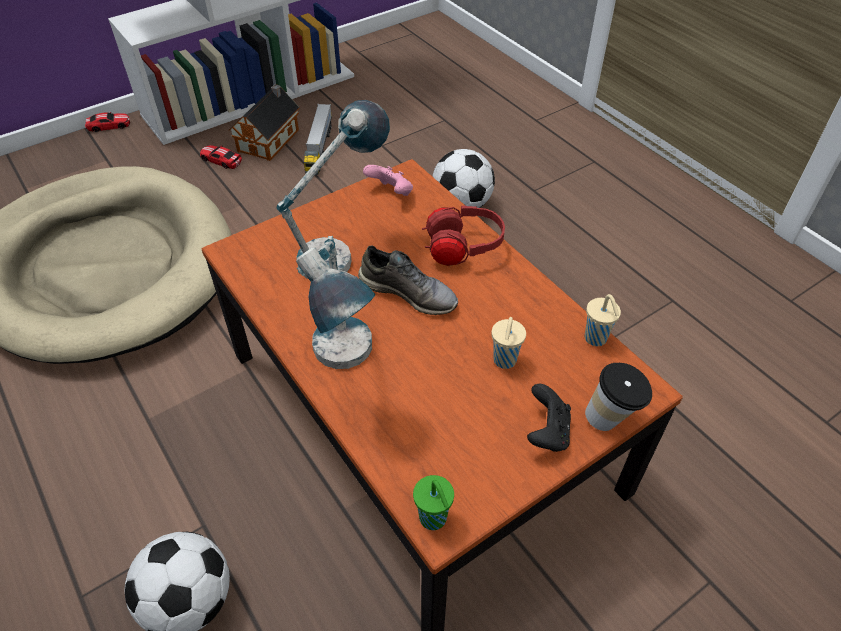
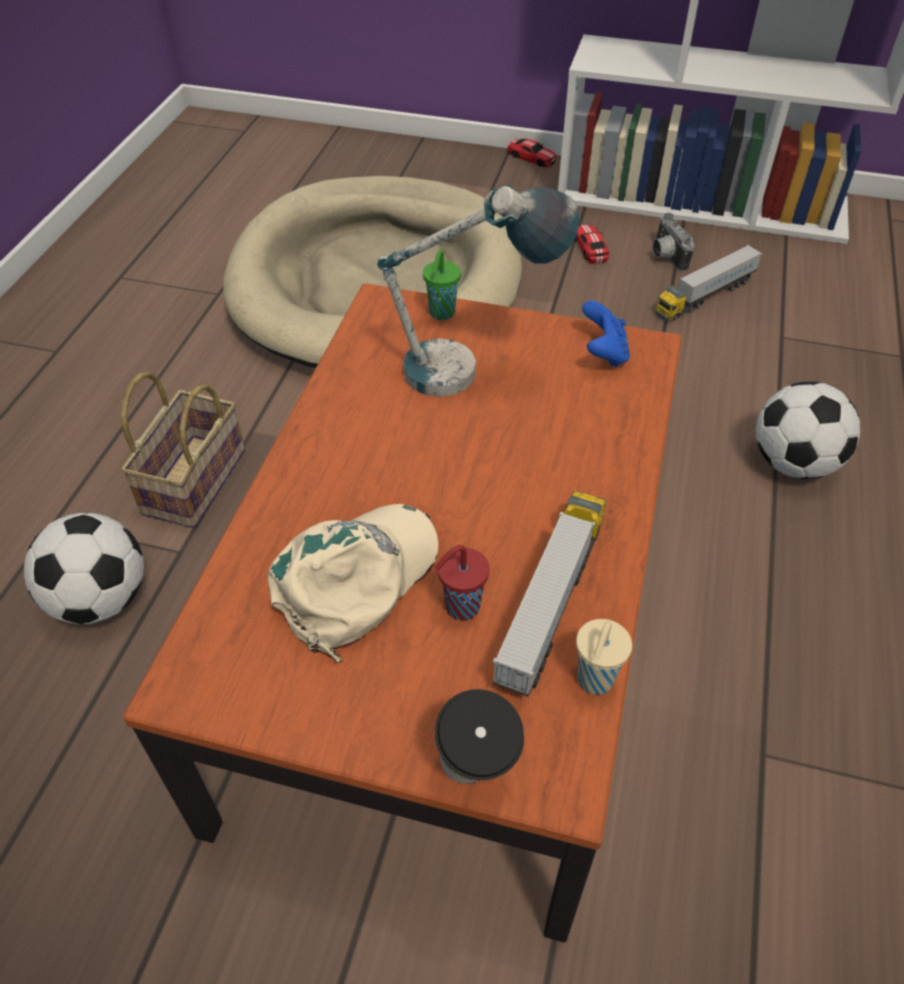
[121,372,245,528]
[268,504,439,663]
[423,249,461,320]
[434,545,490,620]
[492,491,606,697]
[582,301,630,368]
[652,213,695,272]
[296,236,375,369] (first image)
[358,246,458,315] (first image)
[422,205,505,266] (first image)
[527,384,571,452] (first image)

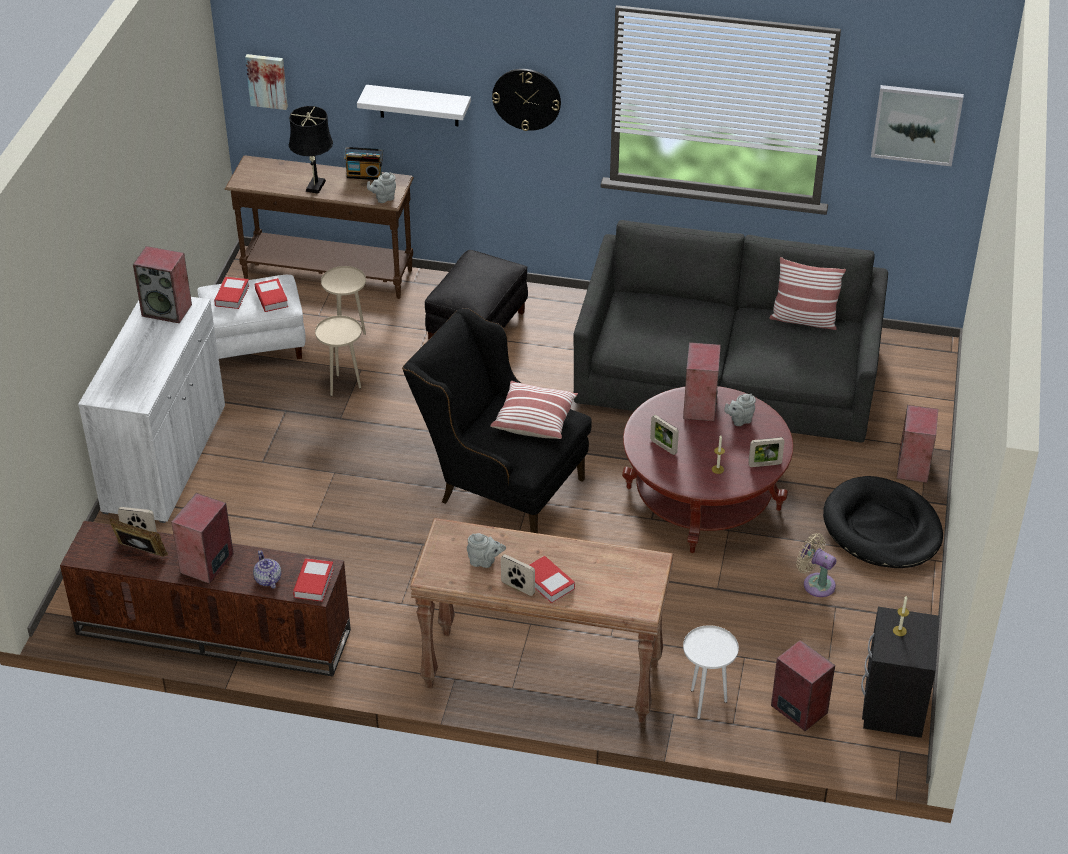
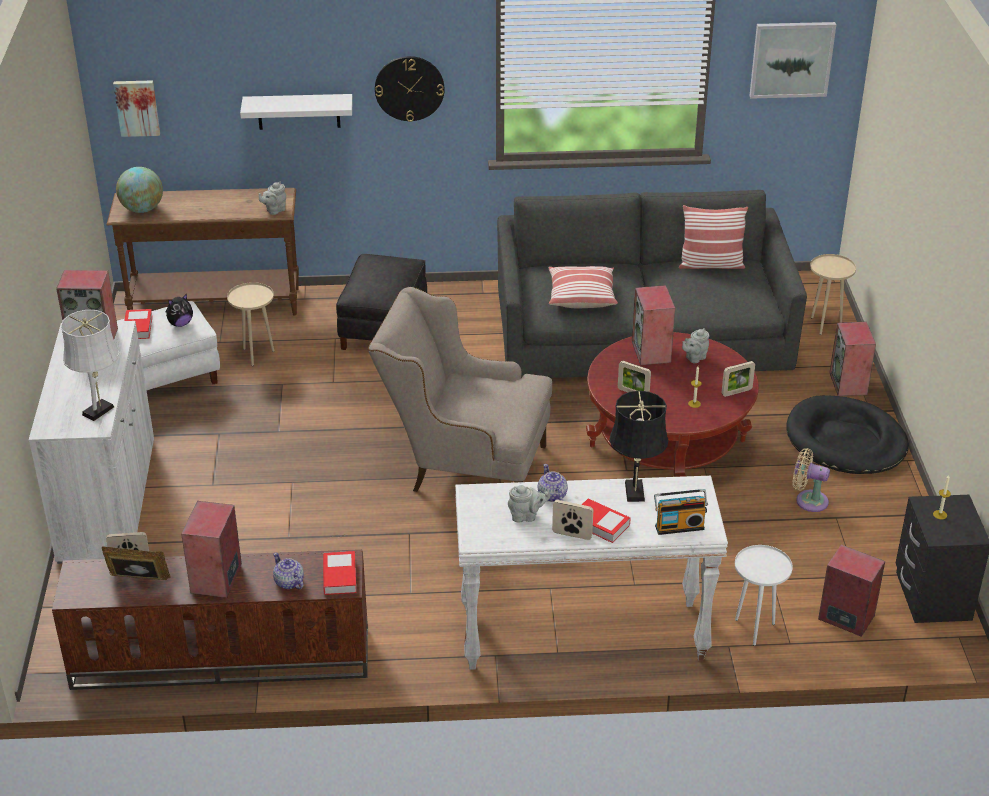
[61,310,120,421]
[116,167,163,213]
[166,294,193,327]
[368,287,552,492]
[455,476,728,670]
[537,464,568,502]
[549,266,618,309]
[609,391,668,502]
[654,489,708,535]
[810,254,856,335]

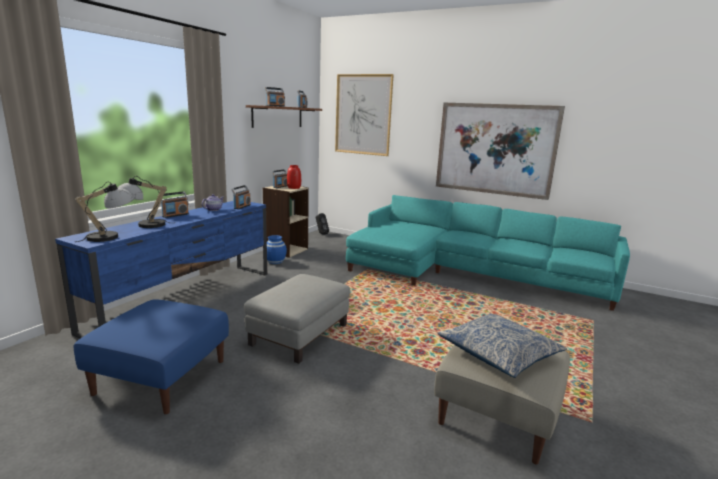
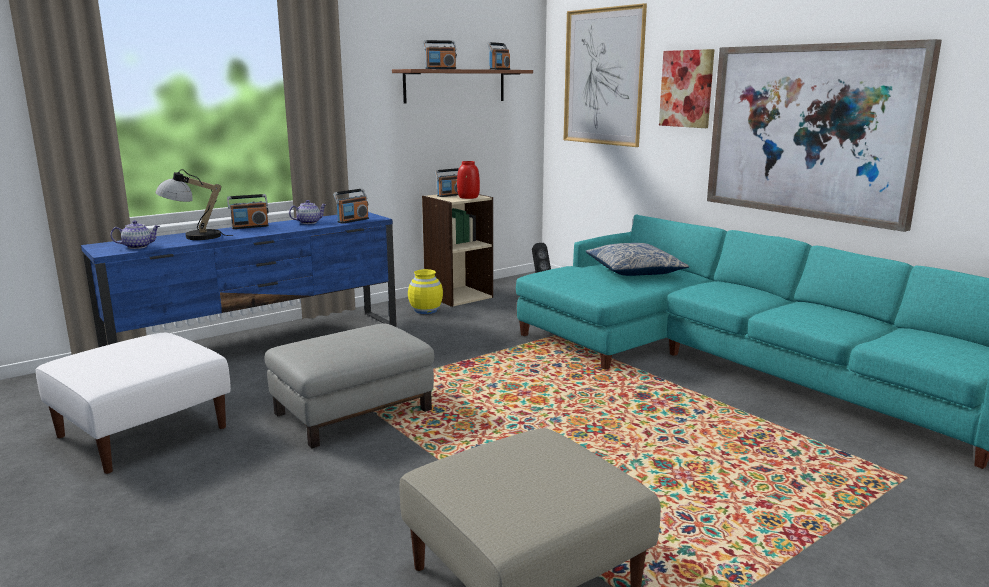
[36,332,231,474]
[110,220,160,249]
[408,269,443,314]
[585,243,689,276]
[659,49,714,128]

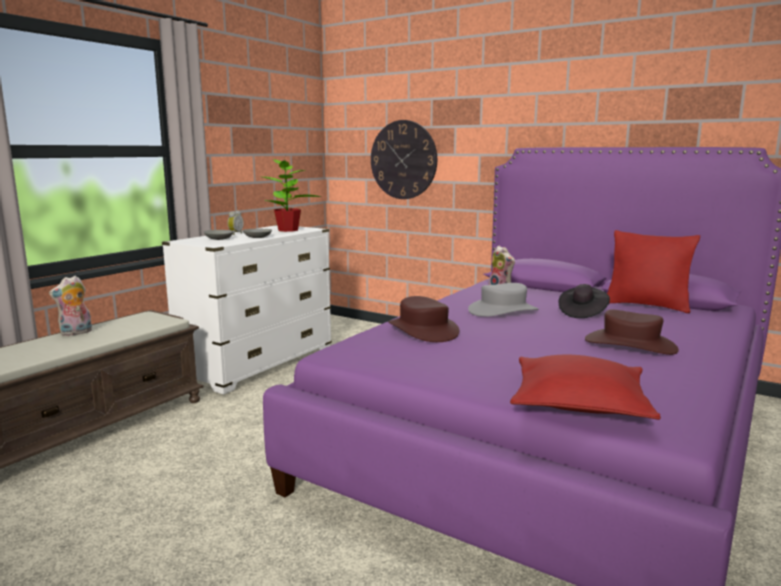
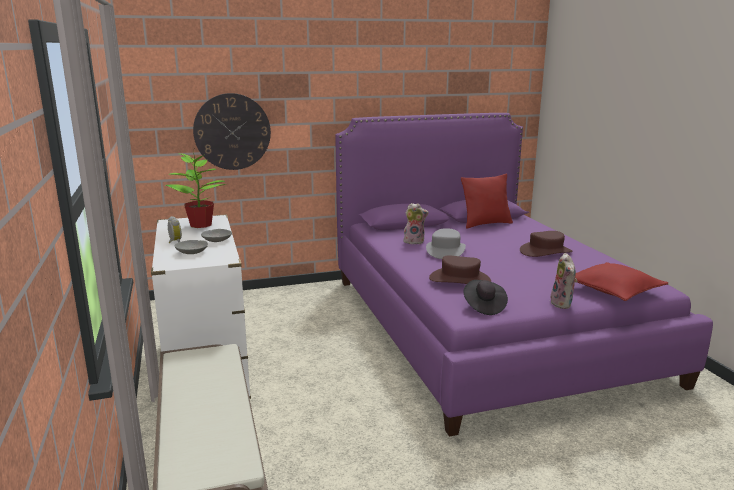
[463,280,508,315]
[551,253,577,309]

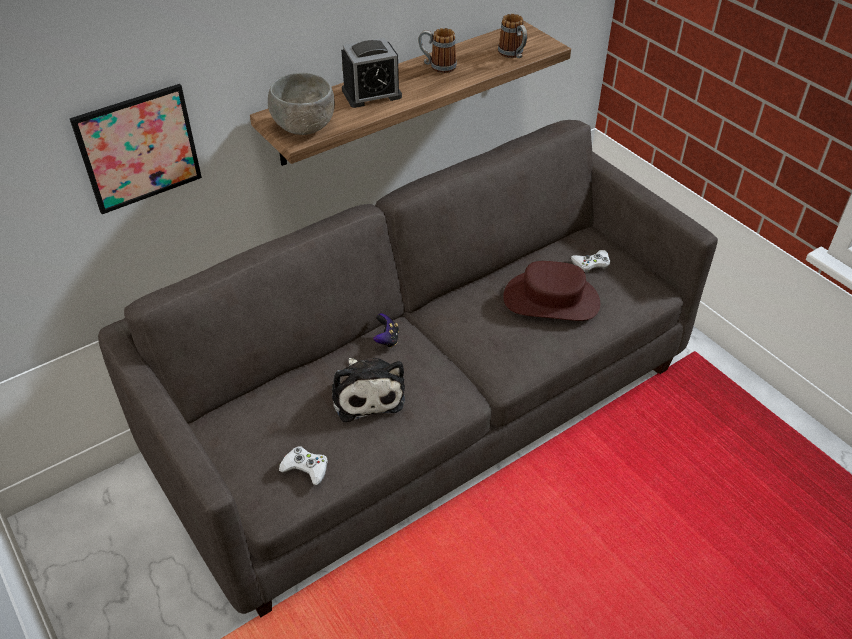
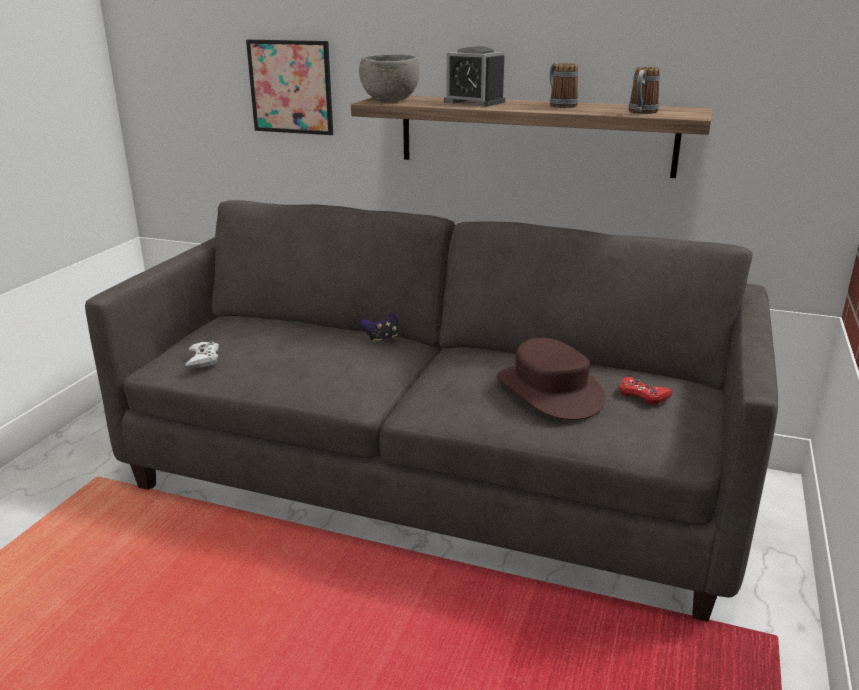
[619,377,672,405]
[332,358,405,422] (first image)

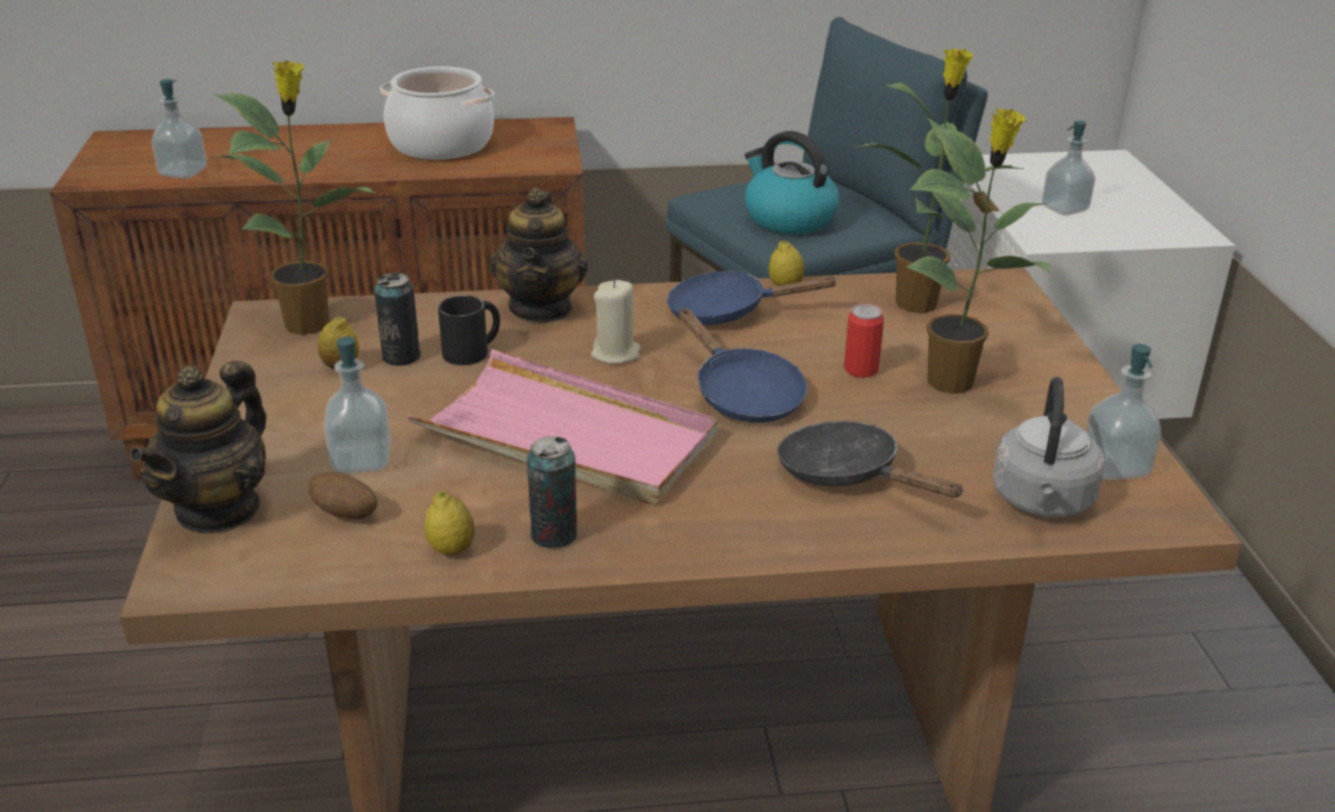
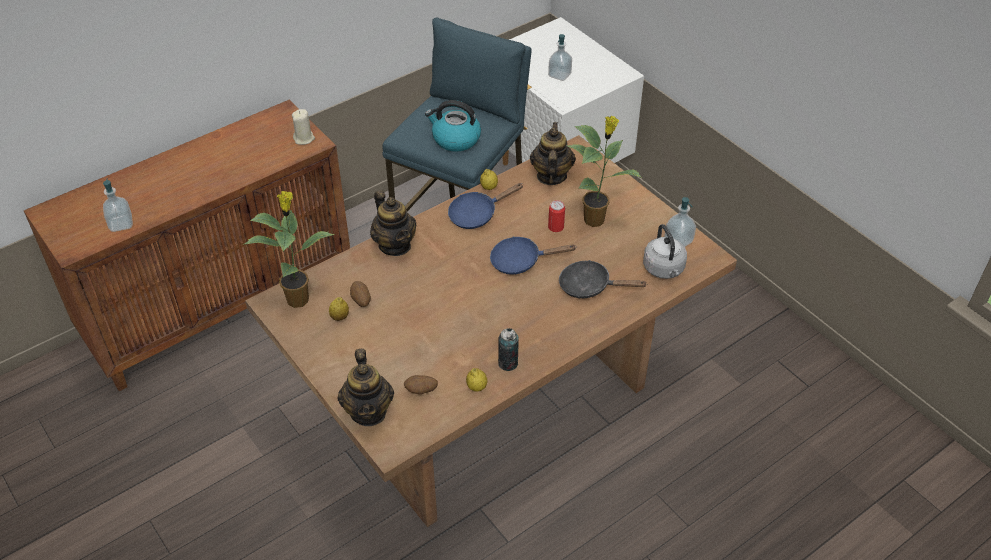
[292,109,315,145]
[350,281,371,307]
[490,236,577,275]
[530,122,576,185]
[324,336,391,473] (first image)
[380,66,495,160] (first image)
[407,349,718,504] (first image)
[438,295,500,365] (first image)

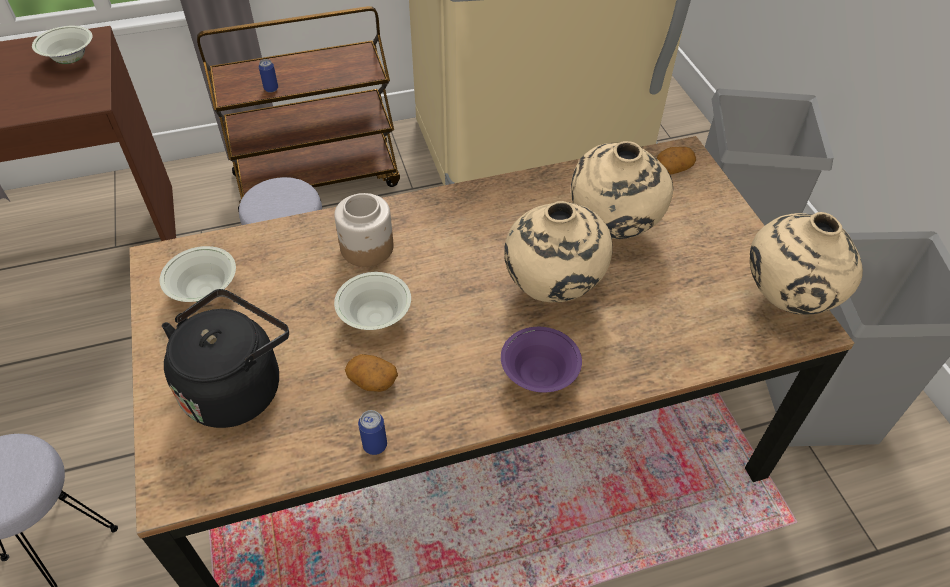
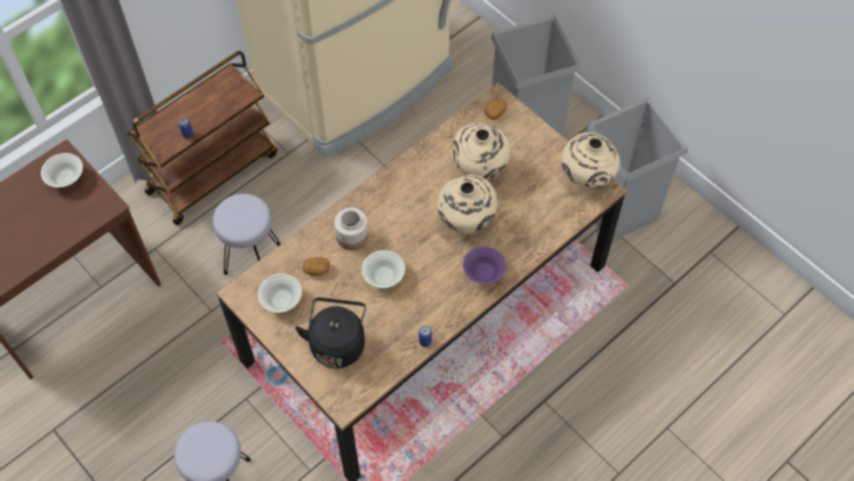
[302,257,330,276]

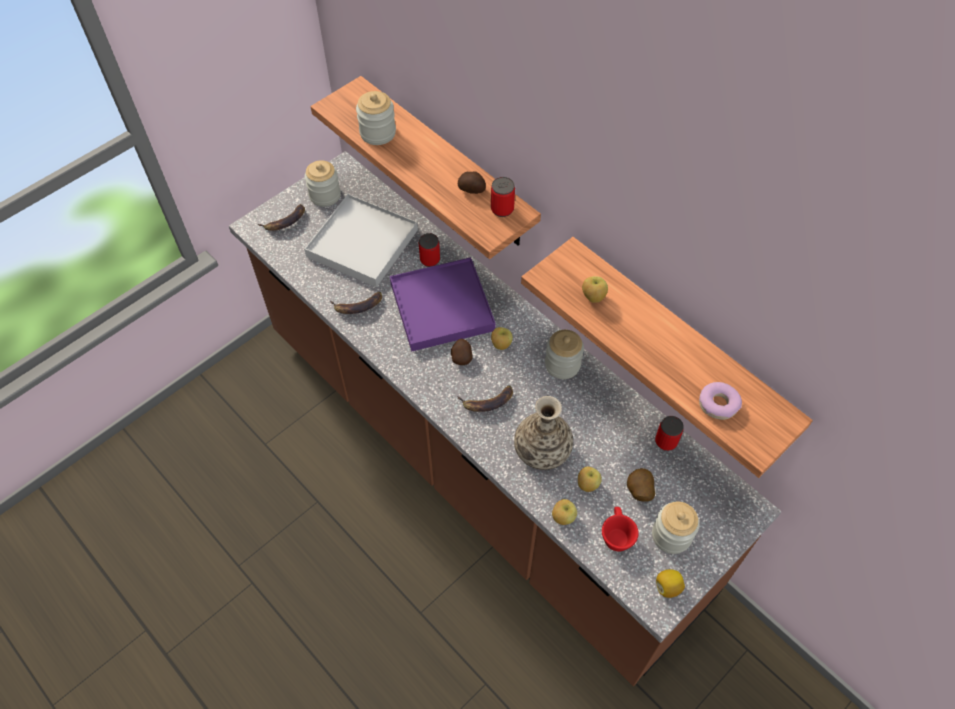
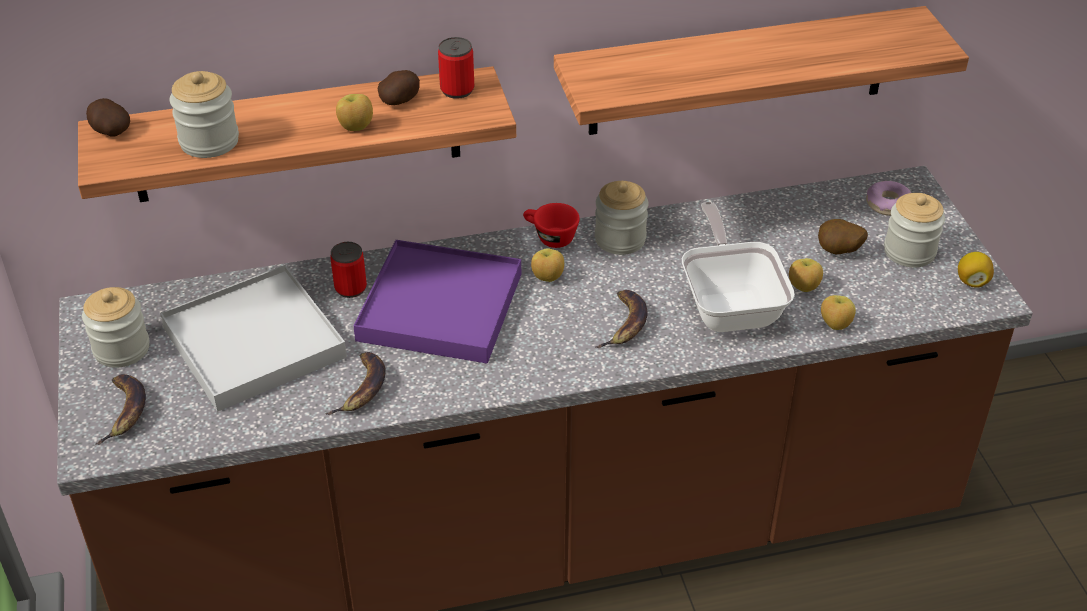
[86,98,130,137]
[336,94,373,131]
[523,203,580,248]
[682,202,795,332]
[866,181,911,216]
[655,416,684,451] (first image)

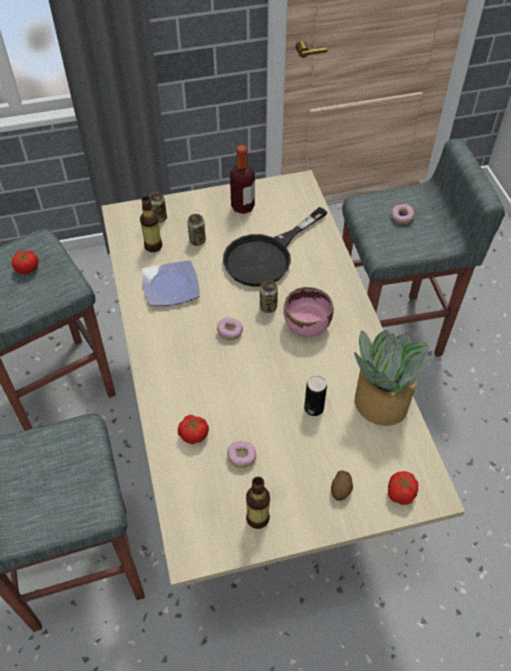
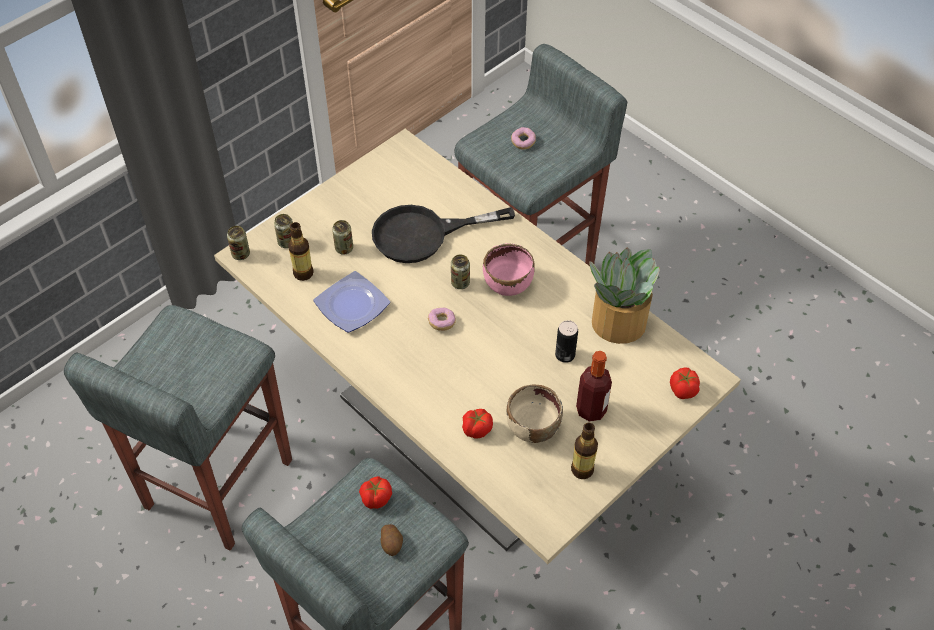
[227,226,250,260]
[359,476,392,509]
[372,205,515,263]
[381,524,403,556]
[506,385,563,443]
[576,351,612,422]

